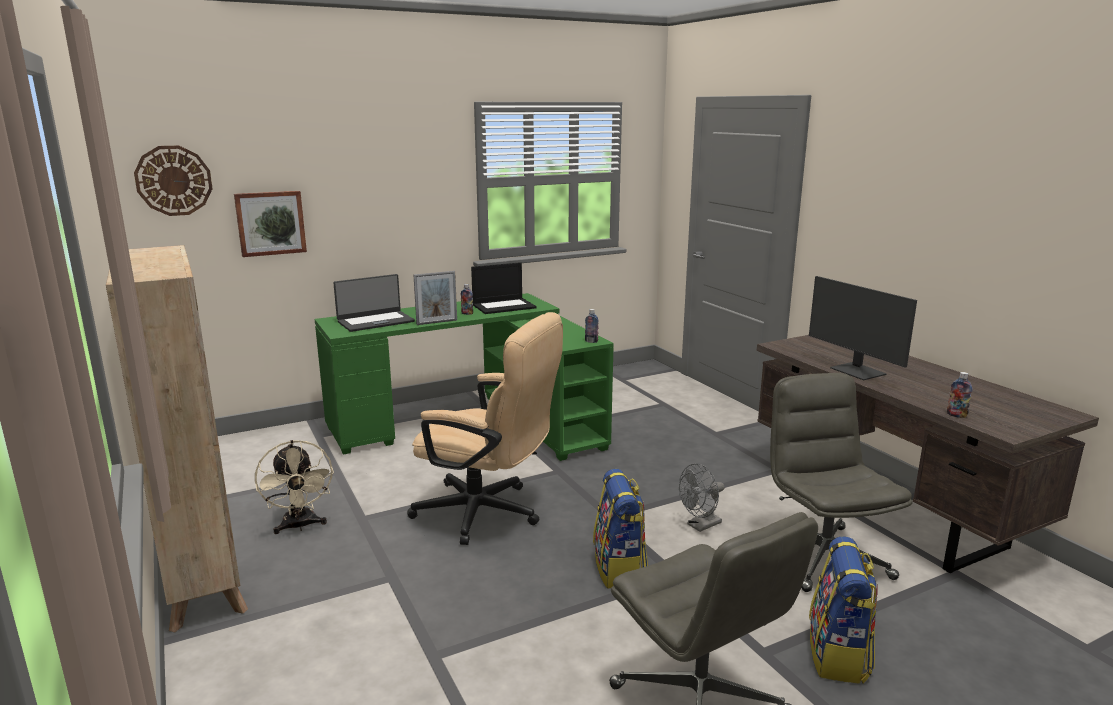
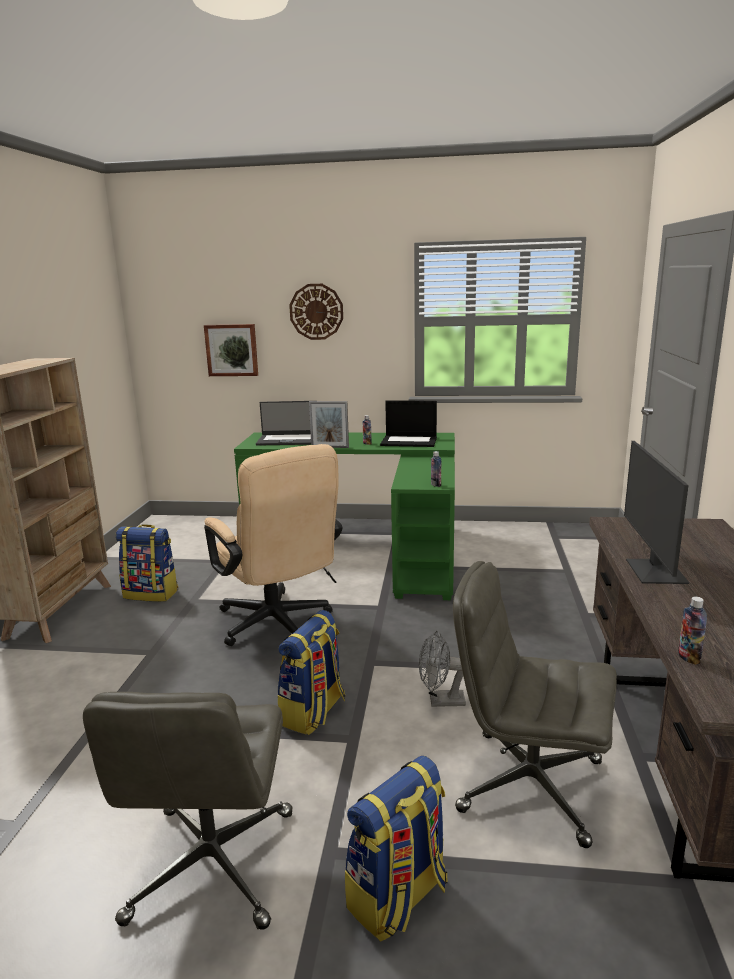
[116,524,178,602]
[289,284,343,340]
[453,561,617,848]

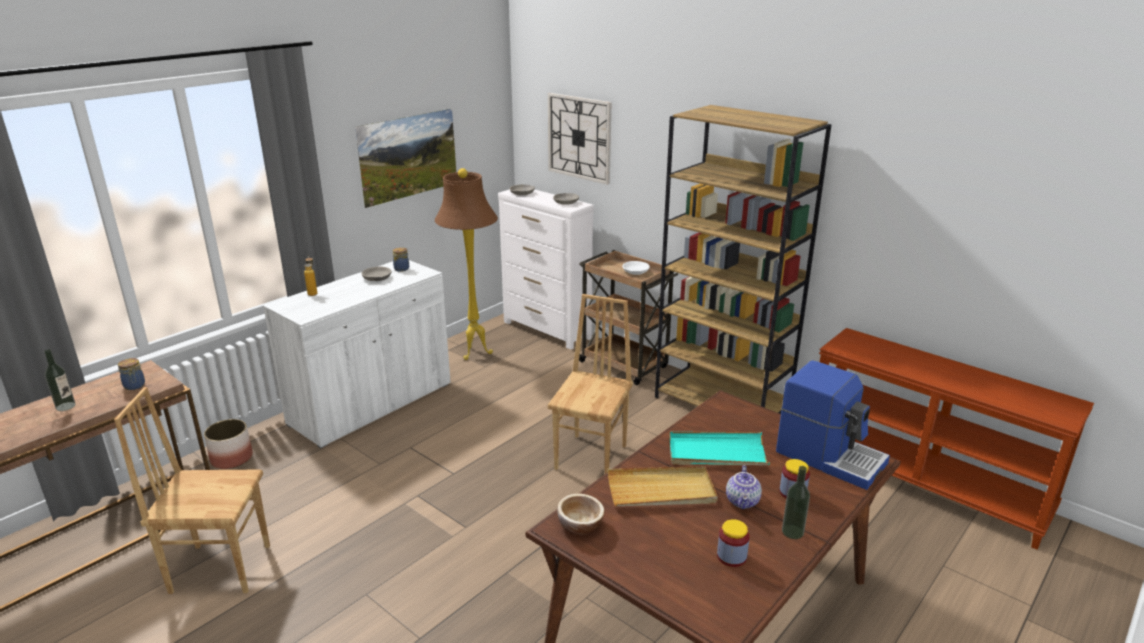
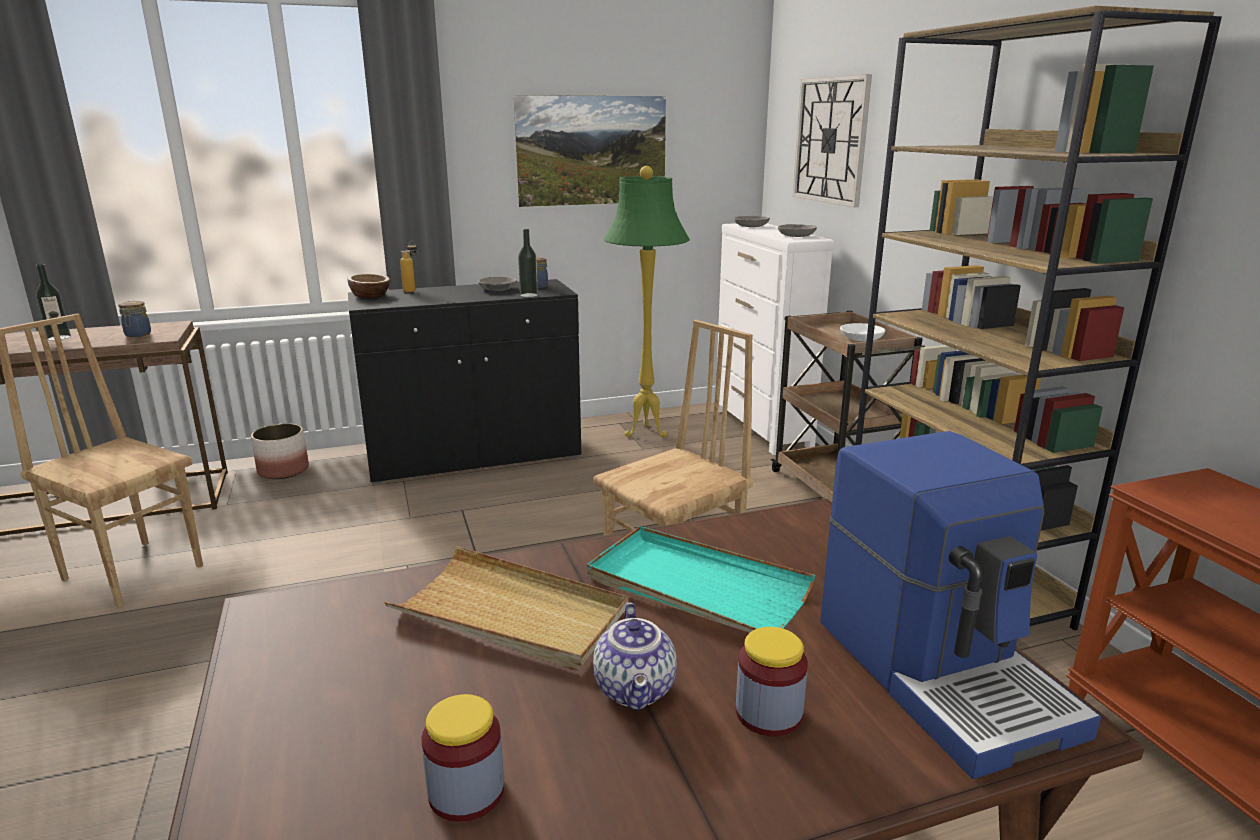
[347,273,390,298]
[348,279,581,485]
[518,229,538,297]
[593,602,677,711]
[604,166,690,438]

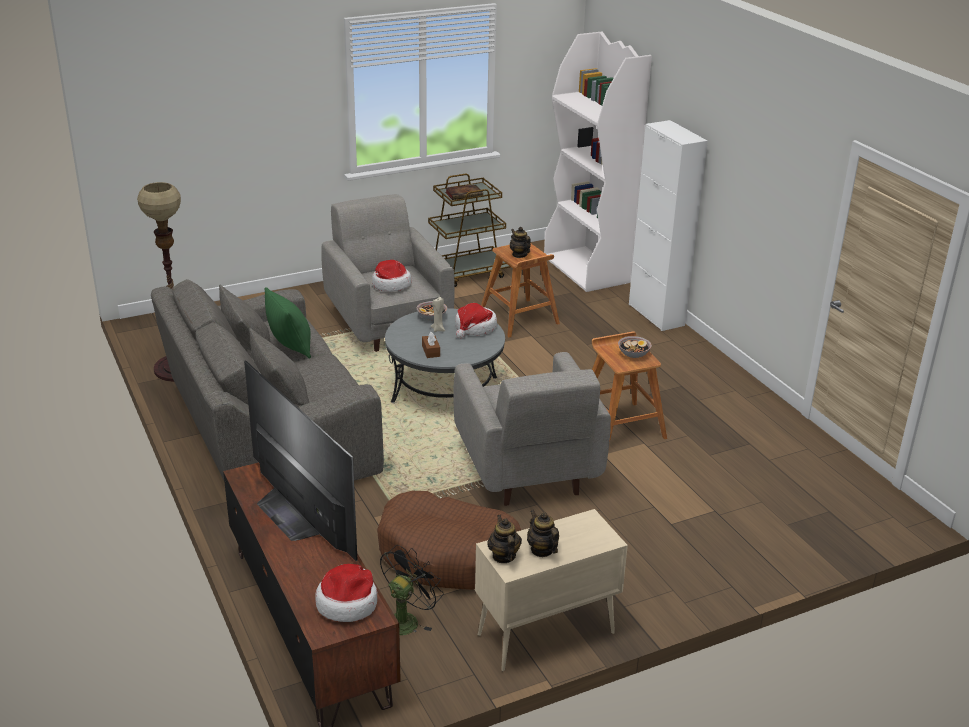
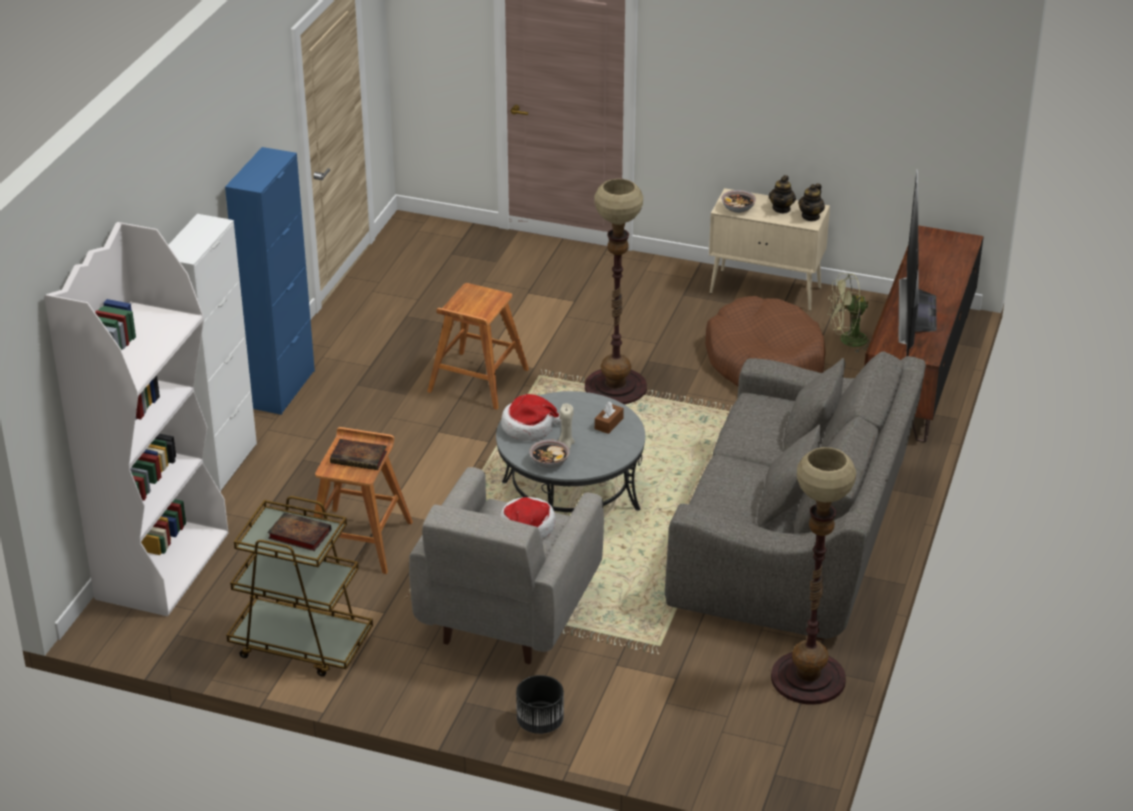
[225,147,315,415]
[330,439,387,470]
[516,675,564,734]
[585,179,647,404]
[721,190,756,213]
[828,273,870,353]
[265,287,311,359] (first image)
[315,564,377,622] (first image)

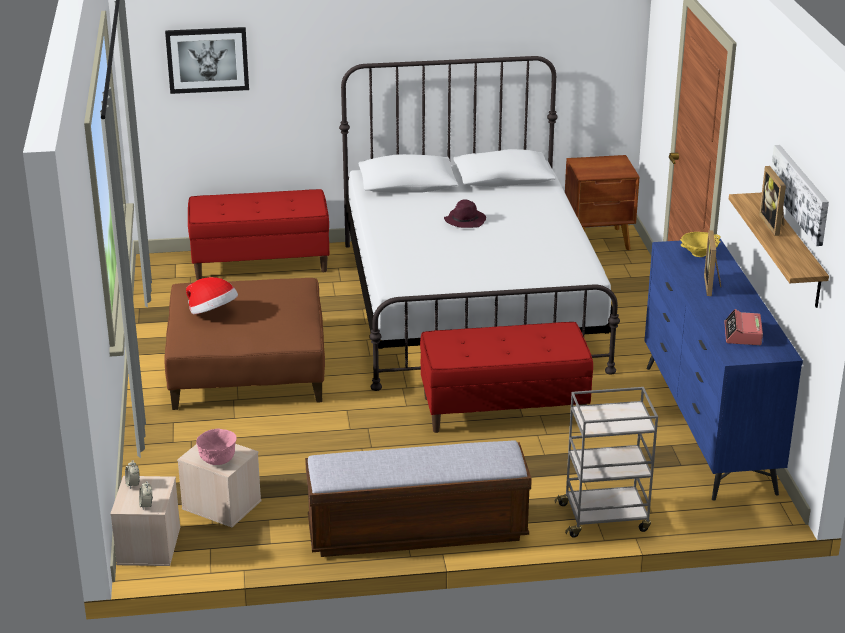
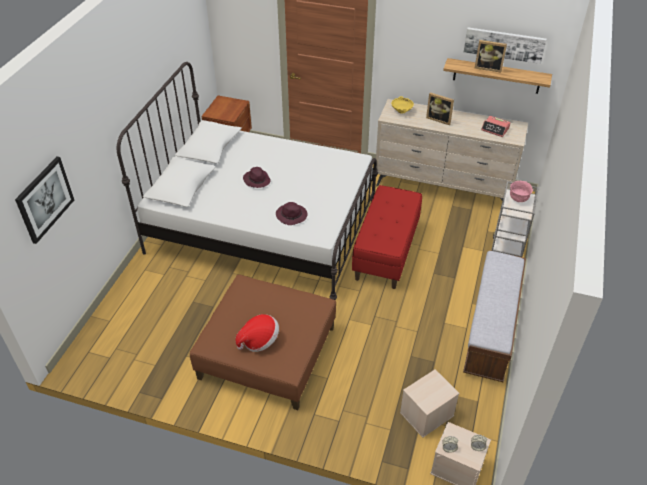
[276,202,308,225]
[376,99,528,201]
[510,181,533,202]
[188,189,329,280] (first image)

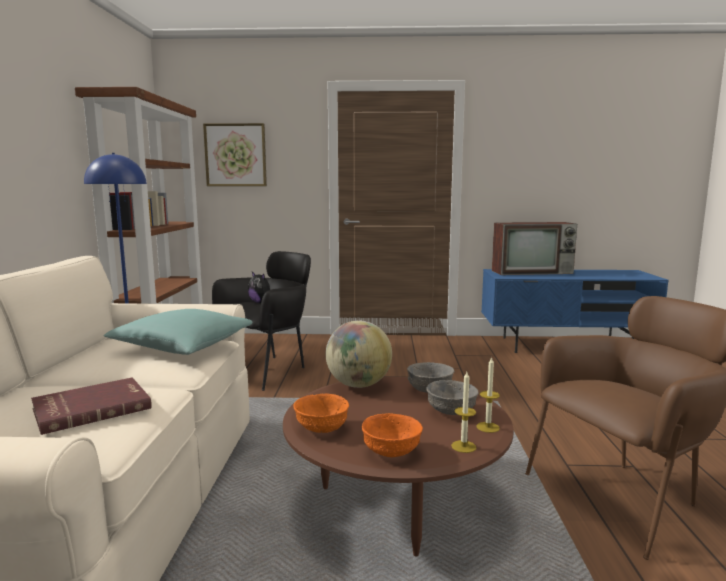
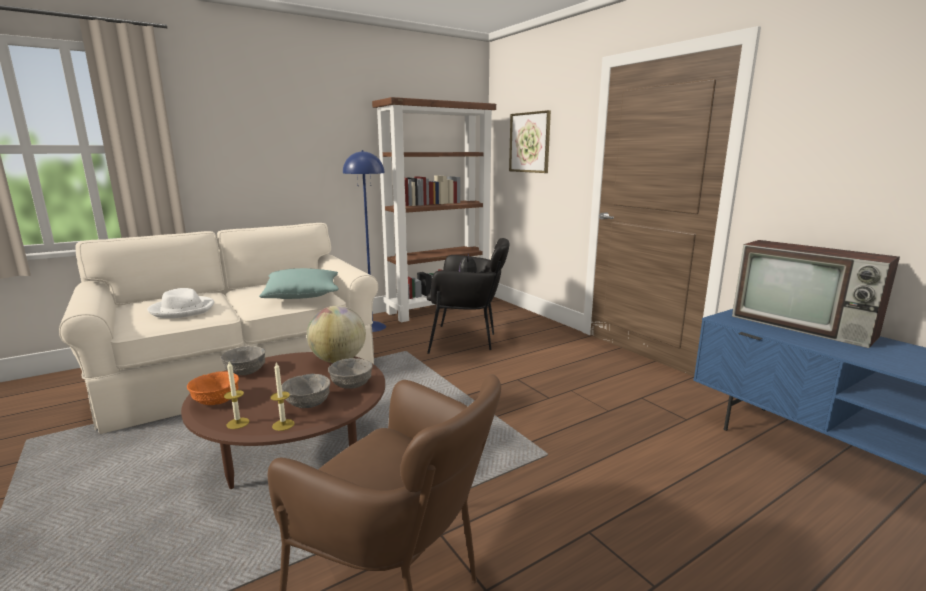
[147,288,214,318]
[220,346,265,375]

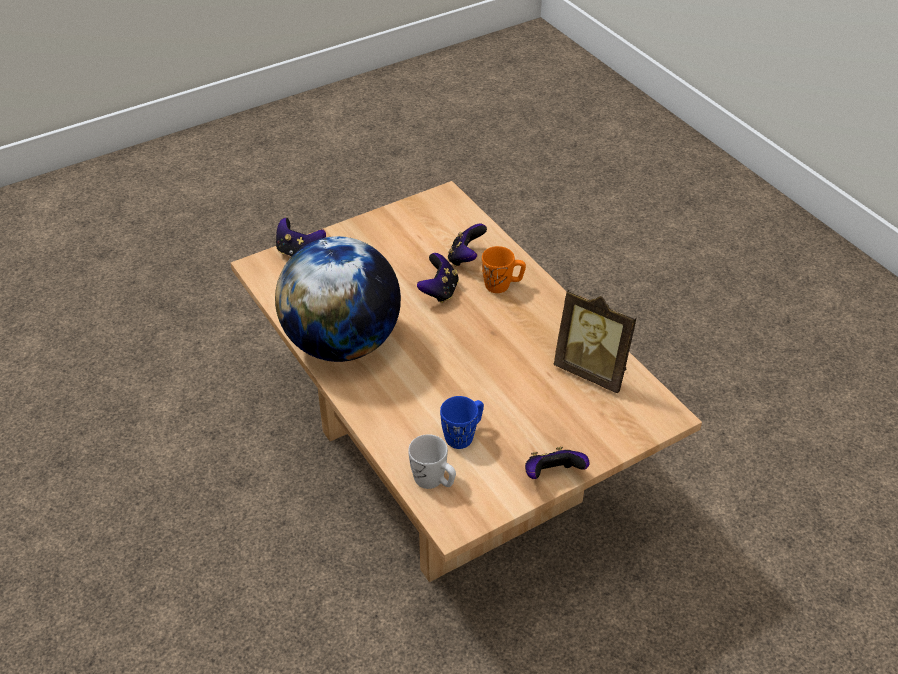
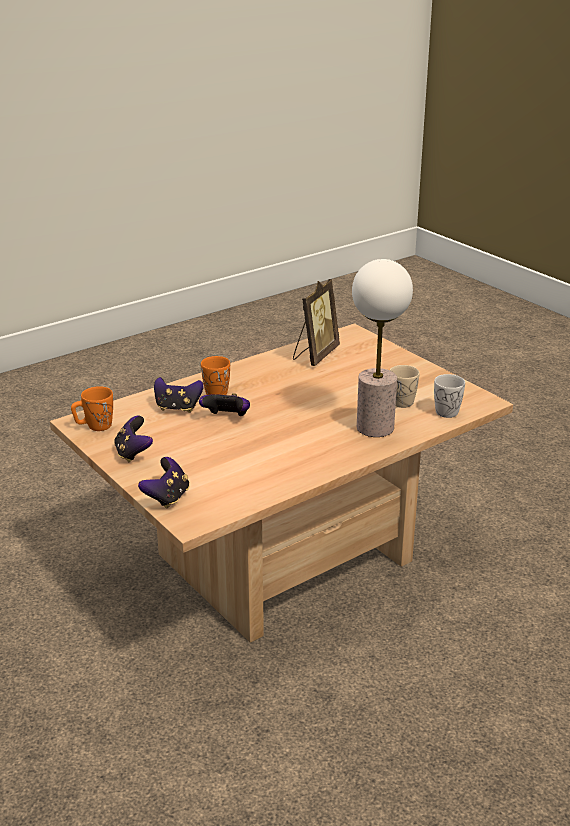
[71,386,113,431]
[114,416,153,462]
[352,259,413,437]
[390,365,420,408]
[275,236,401,362] (first image)

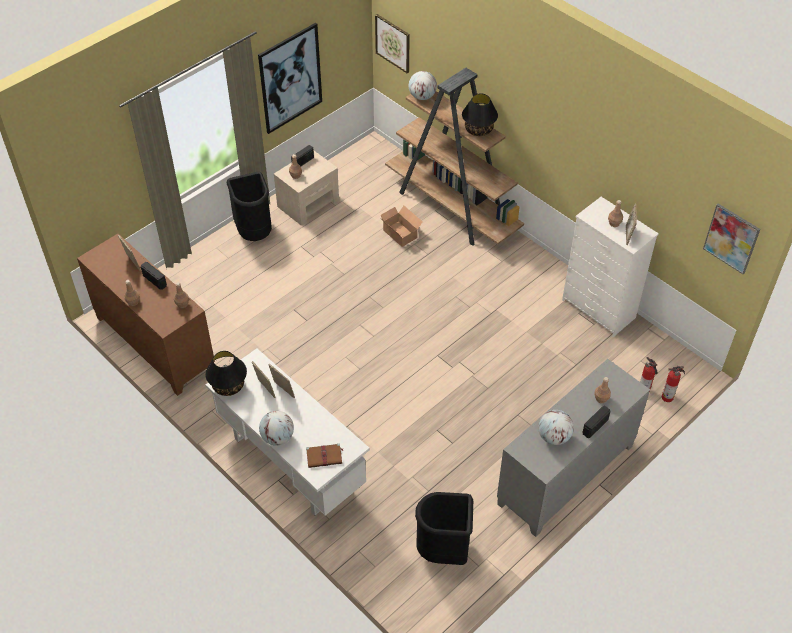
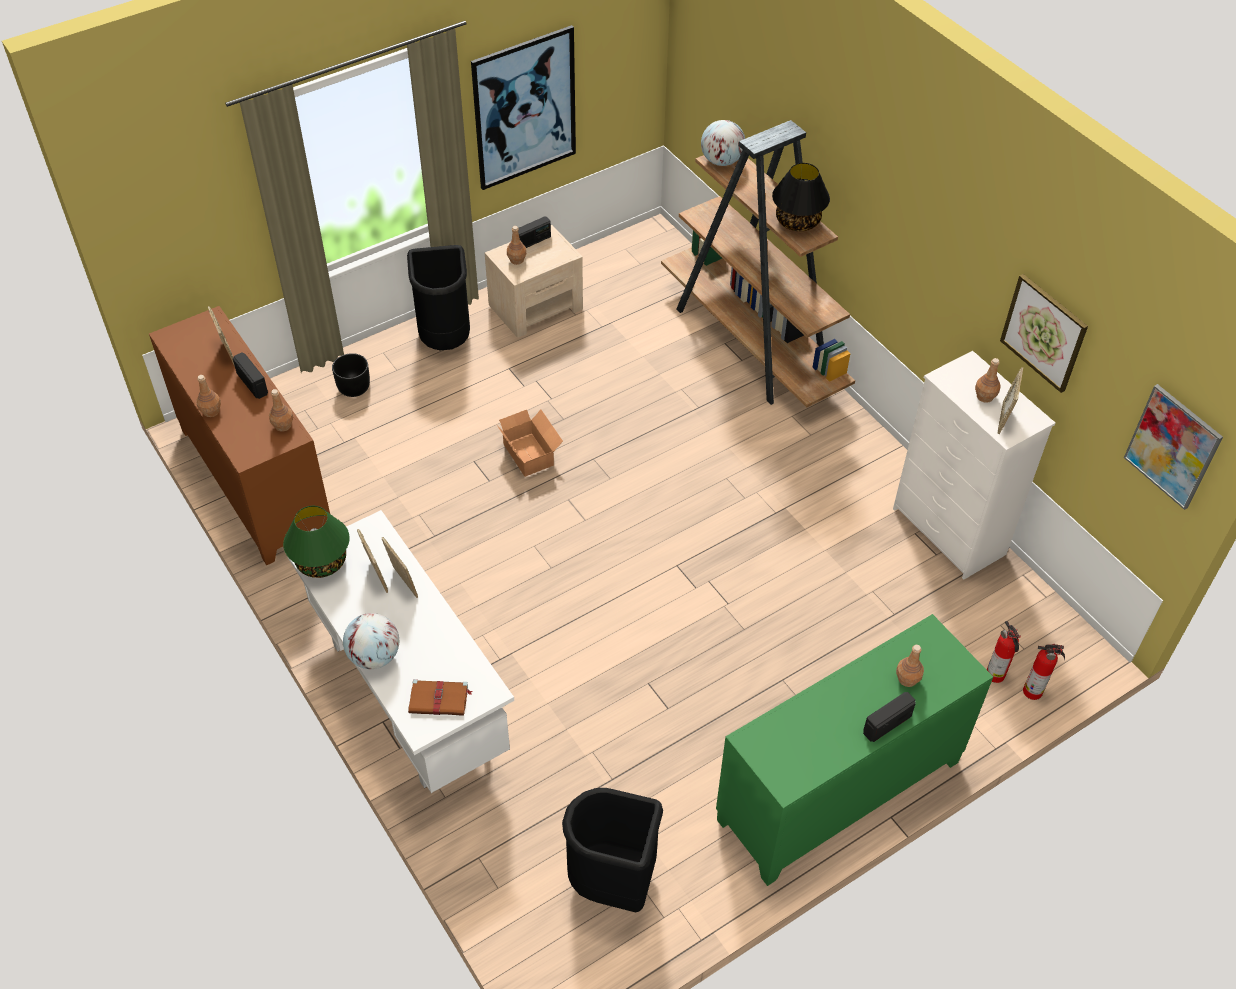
[283,506,350,578]
[332,353,370,397]
[496,410,563,477]
[716,614,993,886]
[1000,274,1088,393]
[538,410,574,445] (first image)

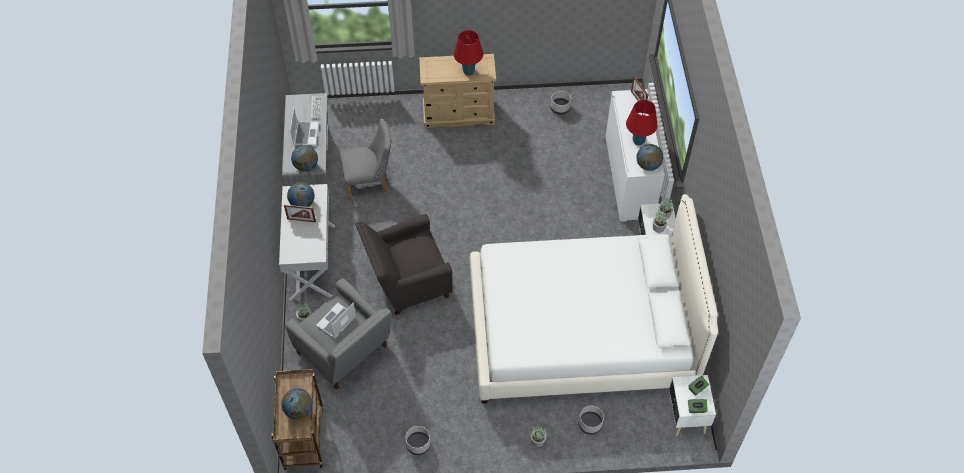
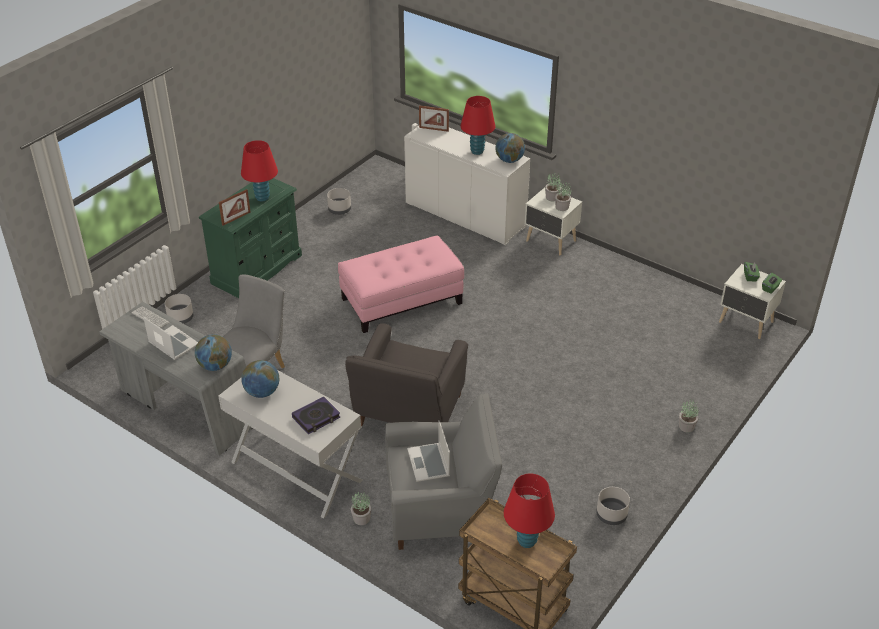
[165,294,194,324]
[199,178,302,298]
[219,189,250,225]
[292,396,340,434]
[338,236,464,333]
[504,474,555,548]
[470,194,718,404] (first image)

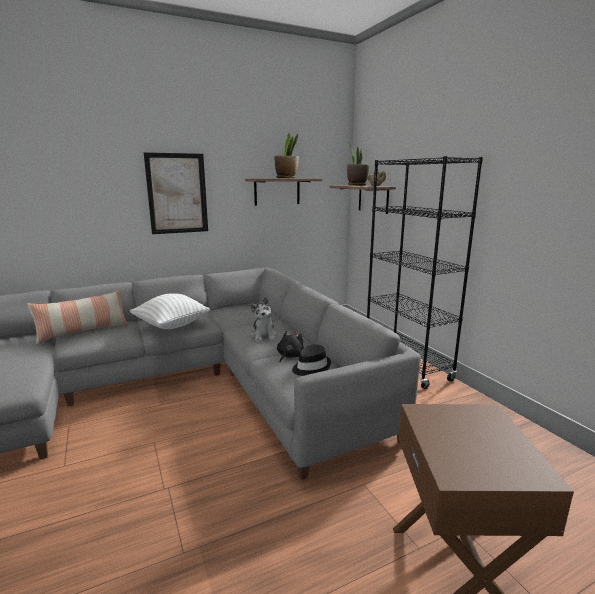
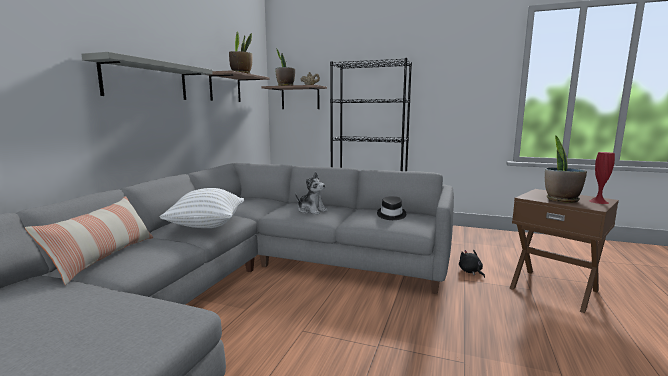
[82,52,213,100]
[459,250,485,278]
[545,135,587,203]
[589,152,615,204]

